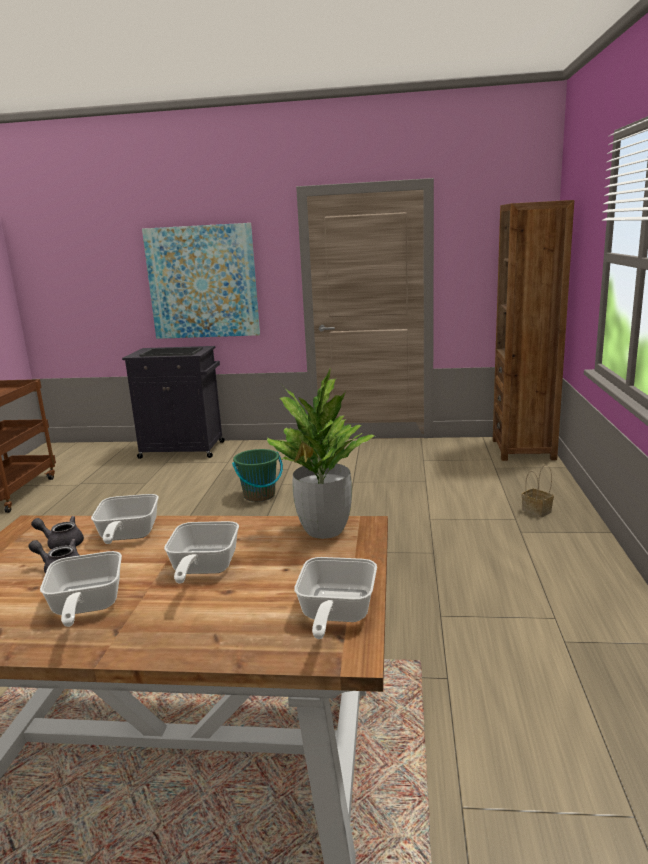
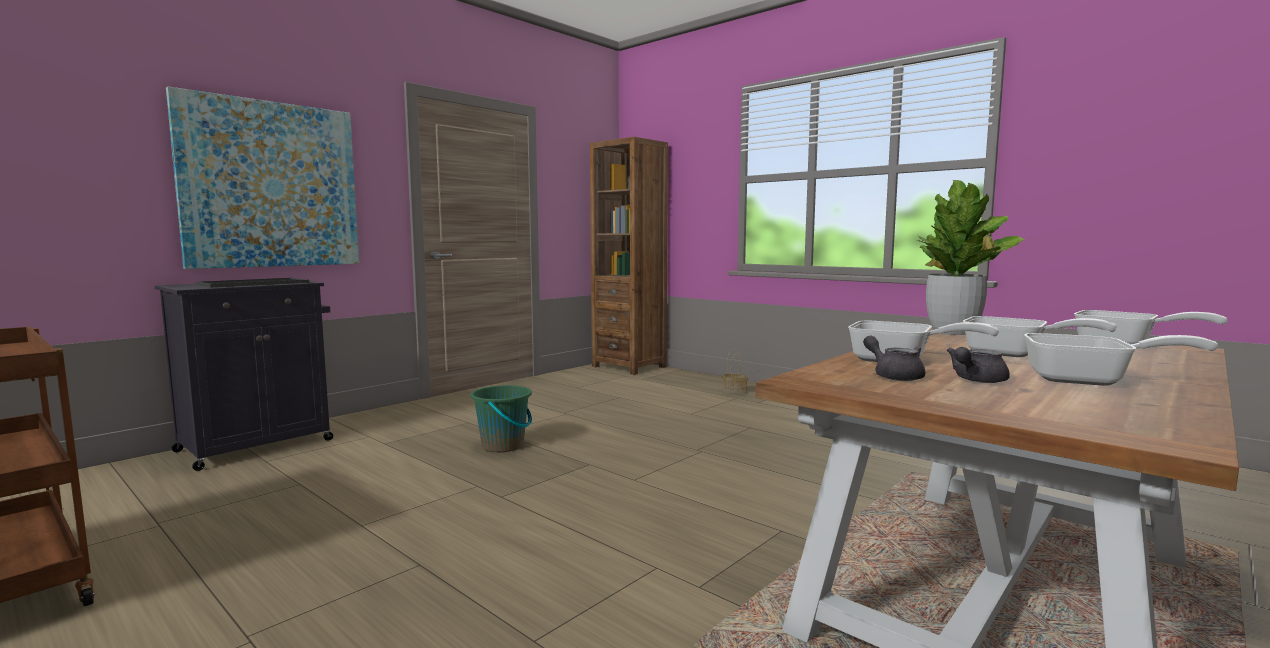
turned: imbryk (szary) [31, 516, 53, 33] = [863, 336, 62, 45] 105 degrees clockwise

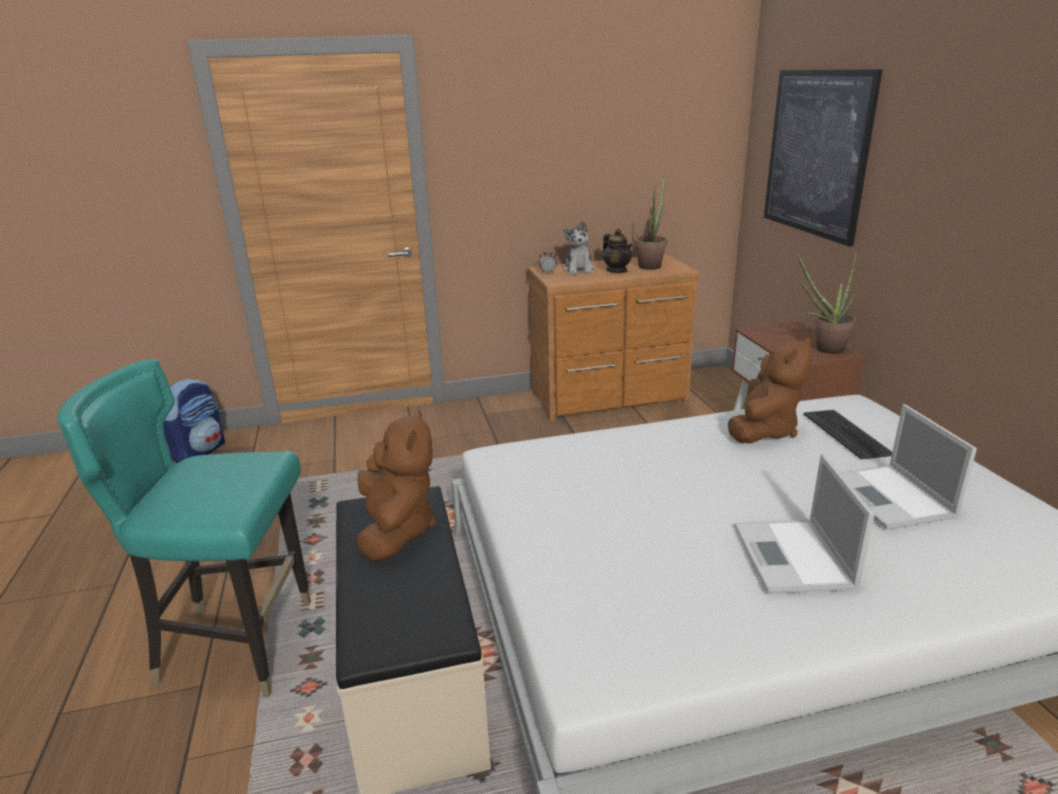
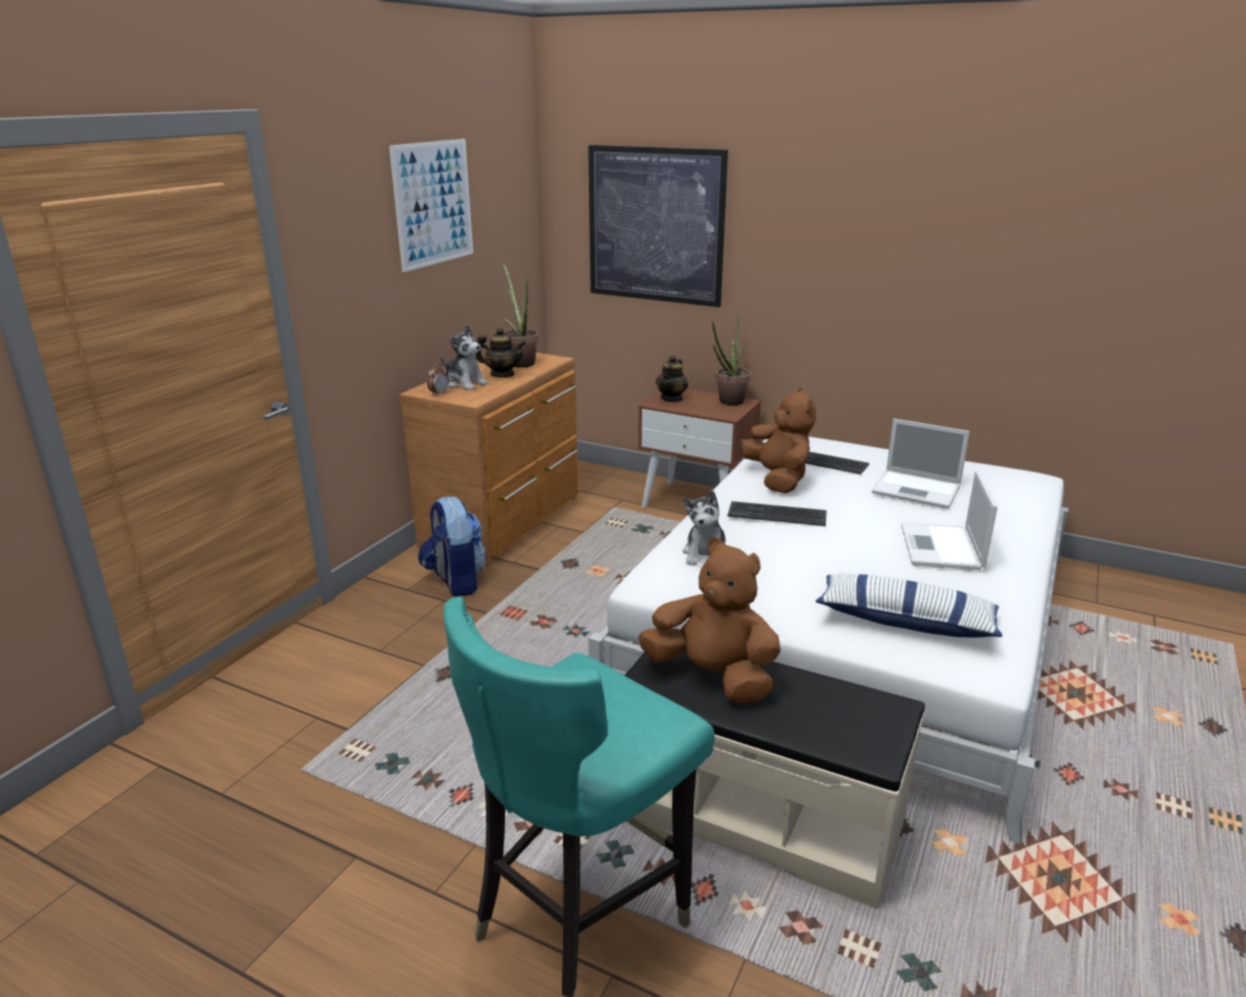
added: obraz [389, 139, 84, 133]; imbryk [656, 355, 32, 47]; pluszak [683, 490, 43, 75]; klawiatura [727, 501, 99, 25]; poduszka [815, 573, 187, 65]
moved: plecak [164, 378, 61, 85] to [418, 496, 68, 100]
turned: laptop [734, 454, 141, 140] = [901, 471, 97, 99] 60 degrees clockwise

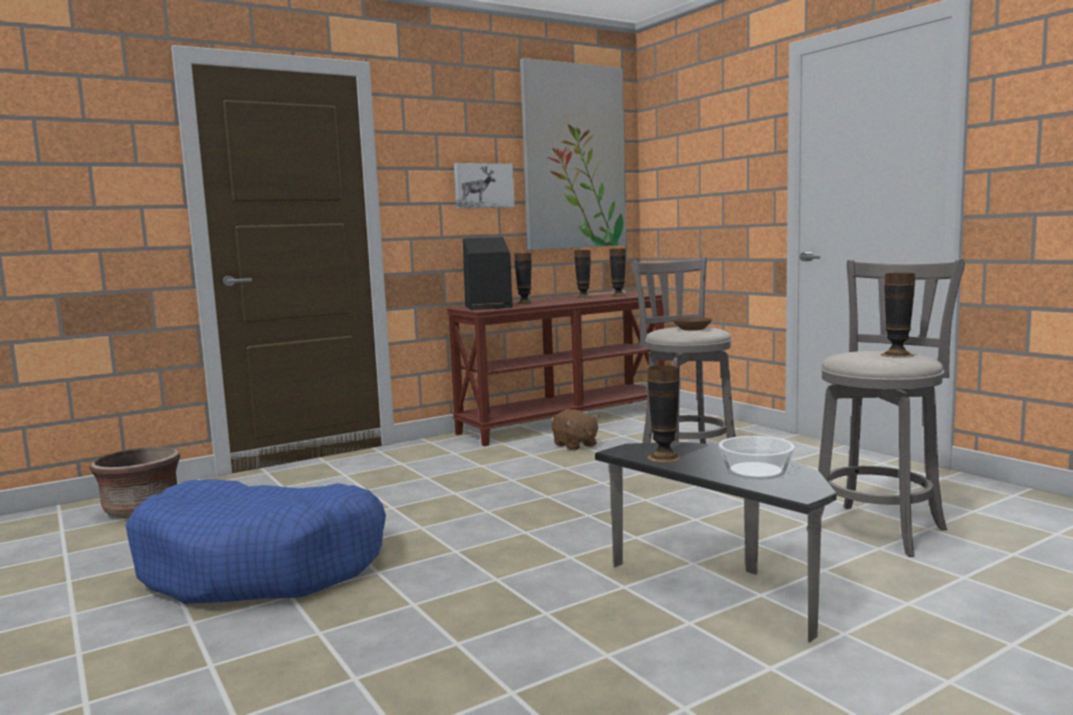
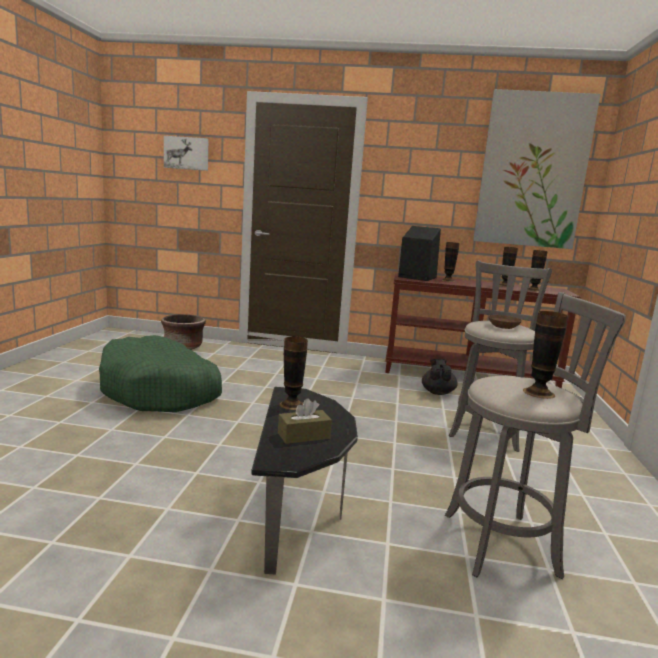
moved: obraz [454, 163, 61, 46] to [164, 136, 44, 35]
replaced: miska [718, 436, 77, 44] to pudełko chusteczek (brązowy) [278, 398, 54, 46]; pluszak (brązowy) [551, 409, 48, 41] to imbryk (czarny) [422, 359, 36, 36]
recoloured: legowisko (niebieski) [126, 479, 260, 125] to legowisko (zielony) [99, 335, 123, 77]

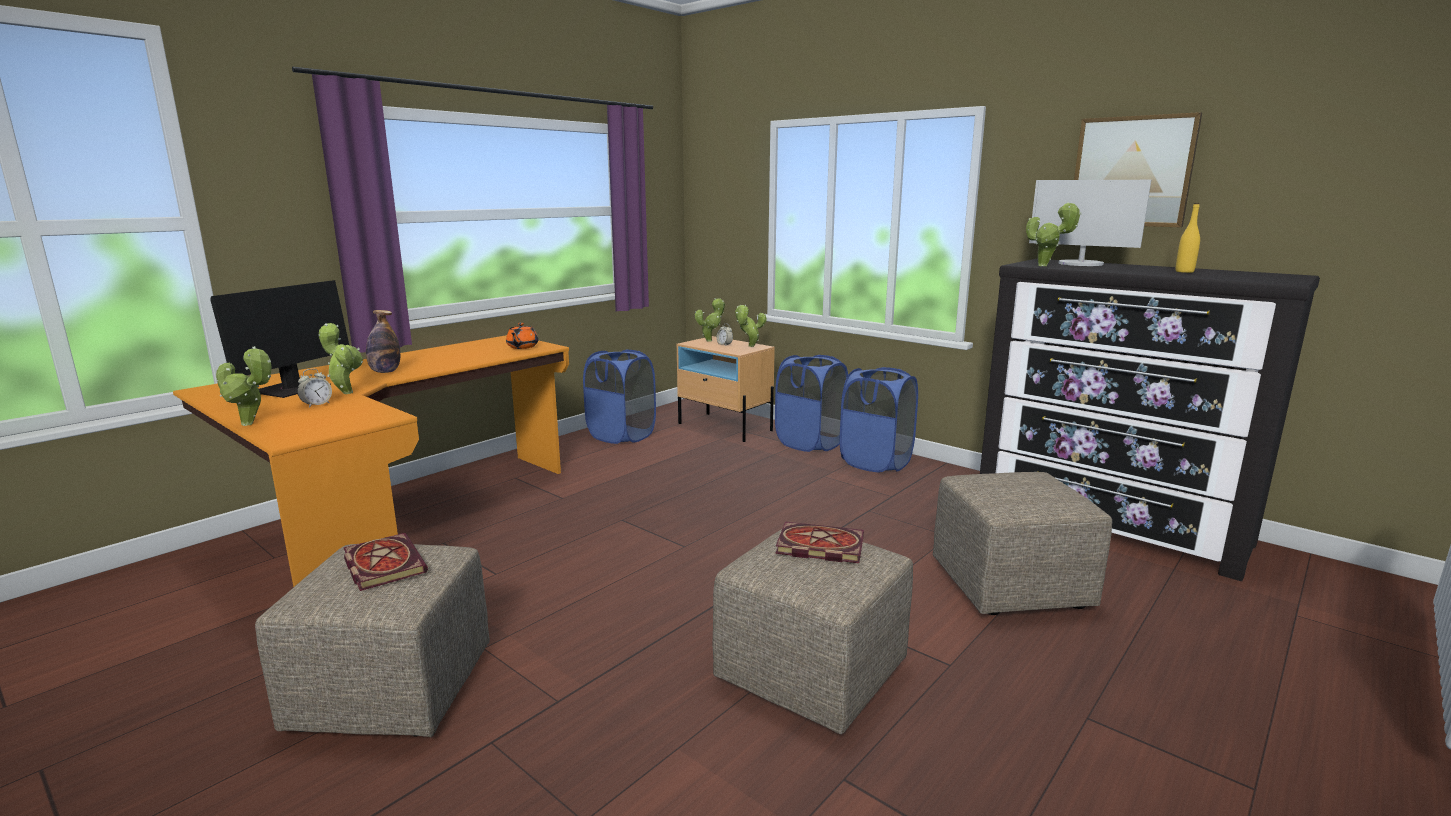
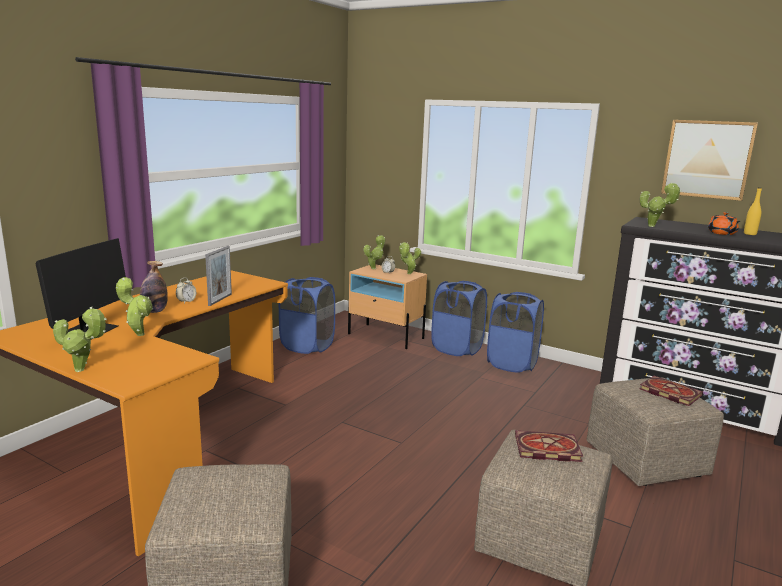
removed: monitor [1029, 180, 122, 86]
added: ramka na zdjęcie [205, 246, 27, 60]
moved: budzik [297, 369, 35, 39] to [176, 278, 20, 26]; książka [343, 533, 85, 58] to [639, 376, 64, 30]; imbryk (pomarańczowy) [506, 323, 32, 26] to [708, 212, 32, 23]

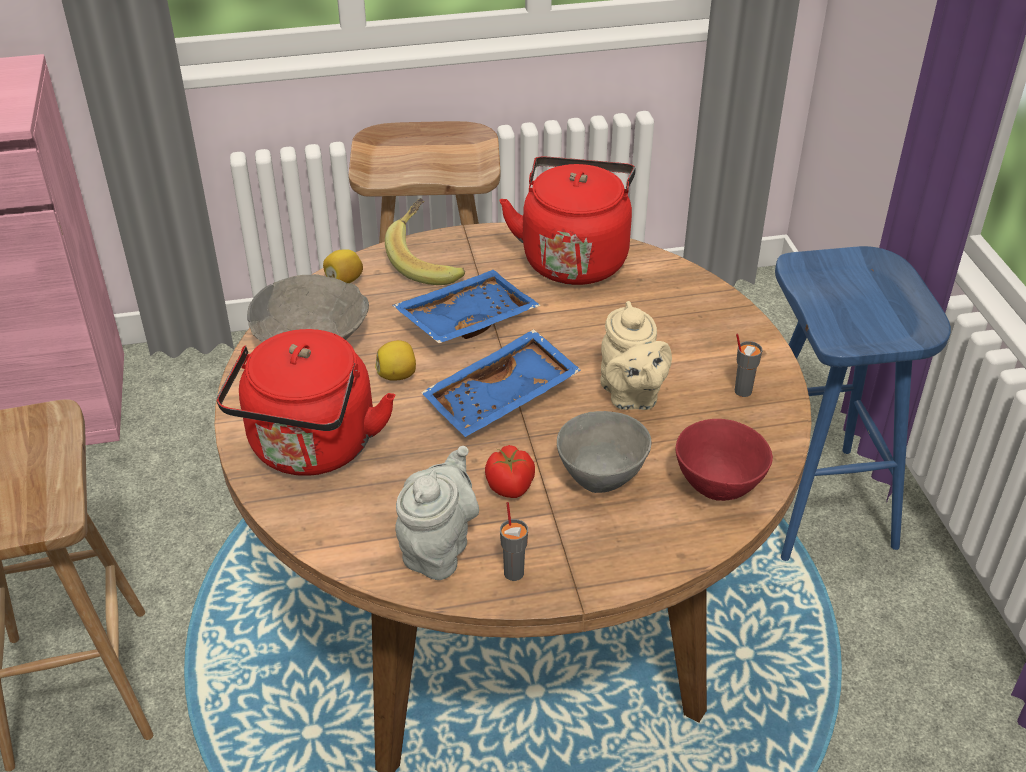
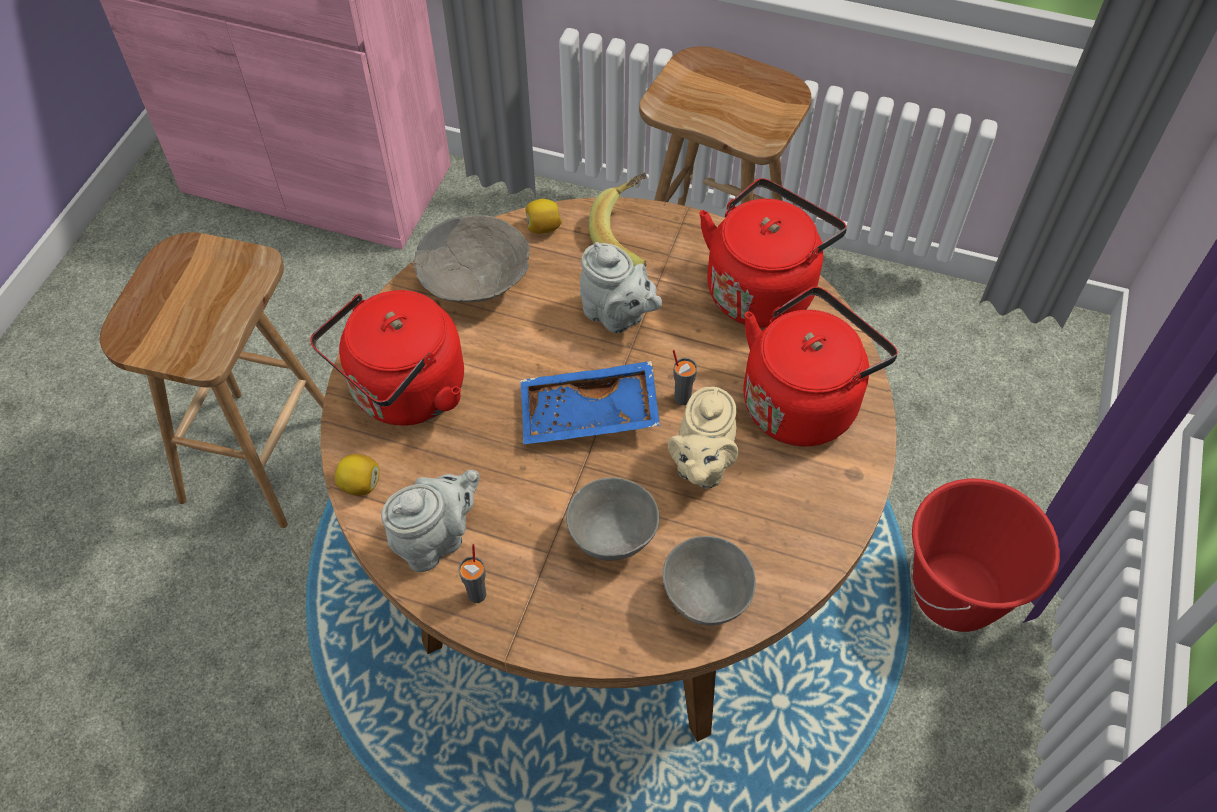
removed: pomidor [485, 445, 50, 53]
added: czajnik (czerwony) [743, 286, 155, 160]
moved: cytryna [375, 340, 41, 41] to [335, 454, 45, 42]; filiżanka (szary) [735, 333, 28, 64] to [673, 350, 24, 55]
replaced: taca (niebieski) [393, 270, 148, 73] to imbryk (szary) [580, 242, 82, 91]; stołek (niebieski) [775, 246, 176, 315] to wiadro (czerwony) [910, 478, 150, 154]
recoloured: miska (czerwony) [676, 419, 97, 82] to miska (szary) [663, 536, 93, 90]

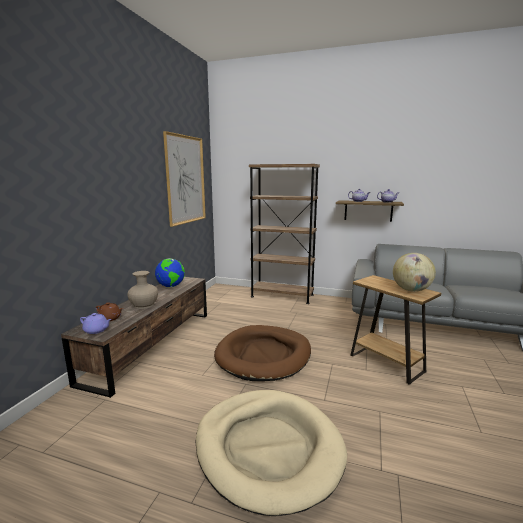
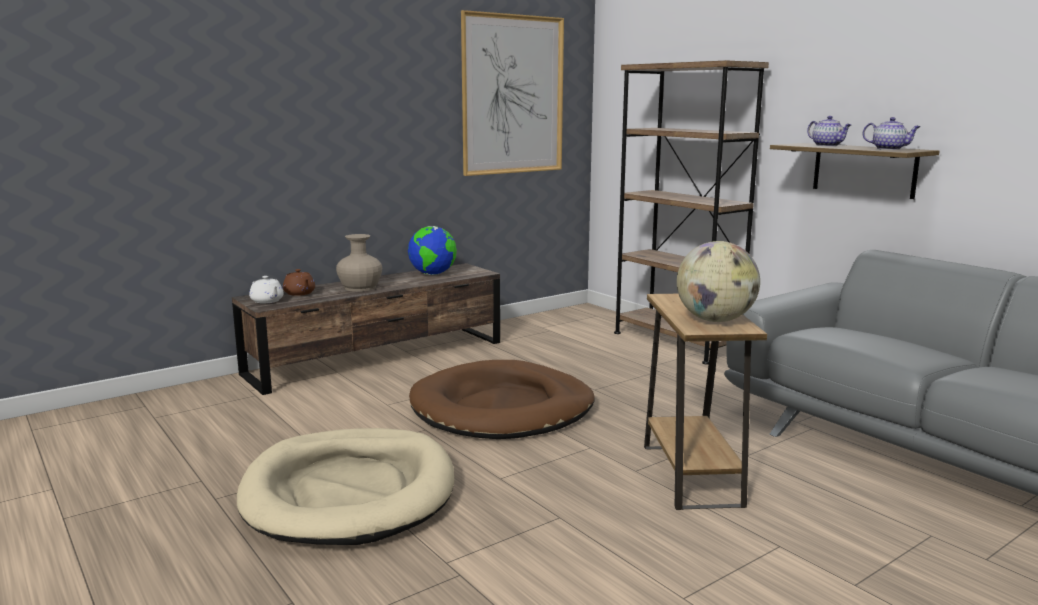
recoloured: imbryk (fioletowy) [80, 313, 32, 21] to imbryk (biały) [249, 276, 35, 27]

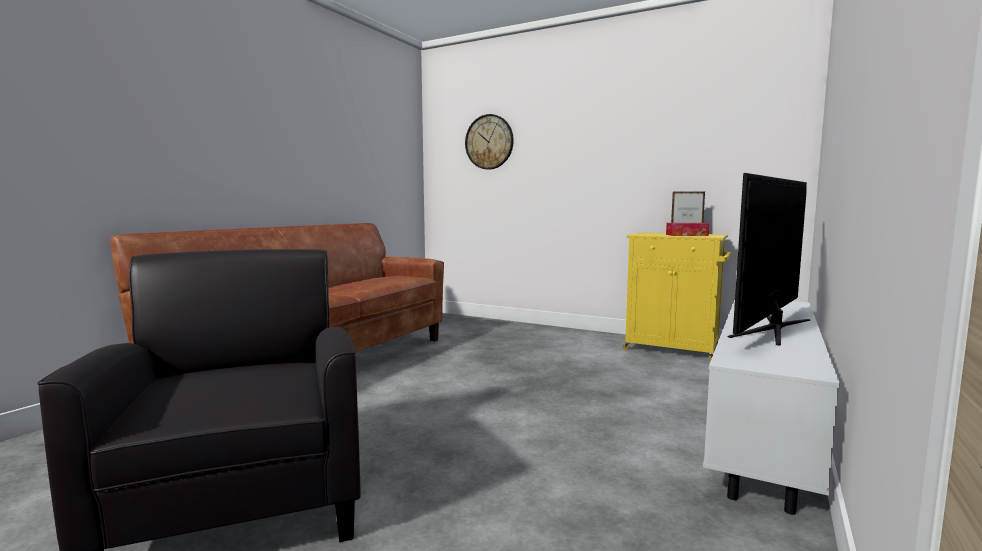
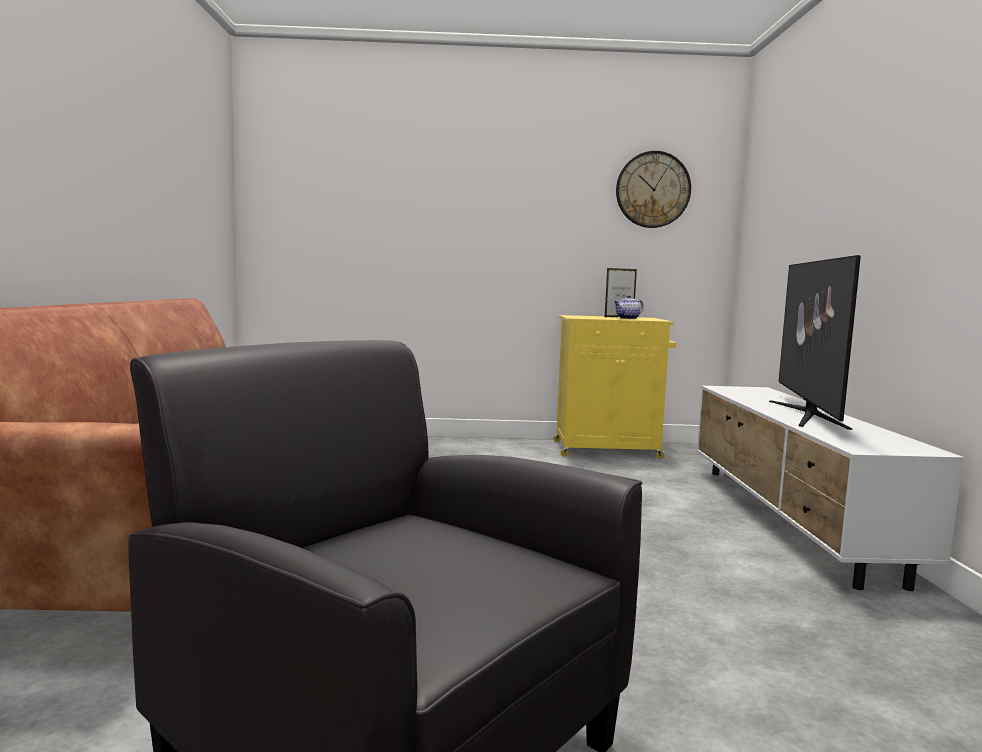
moved: zegar ścienny [465, 114, 49, 56] to [616, 151, 75, 77]
replaced: pudełko chusteczek [666, 223, 43, 13] to imbryk [614, 295, 30, 24]

